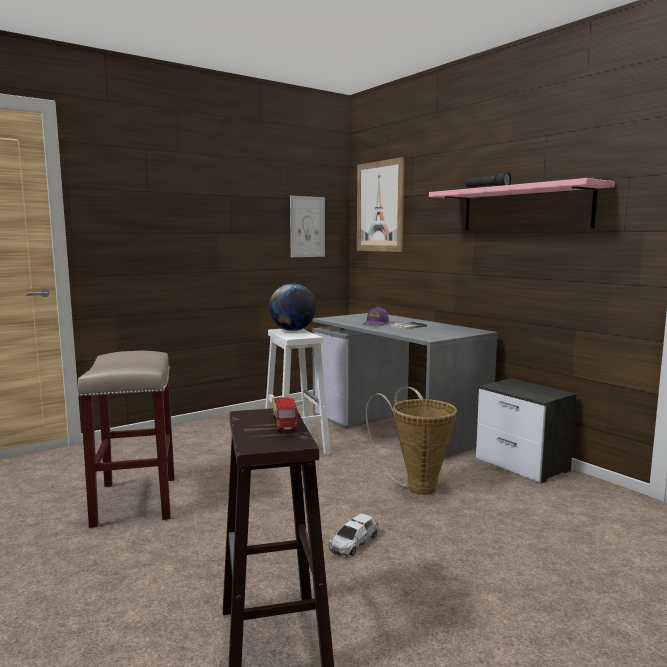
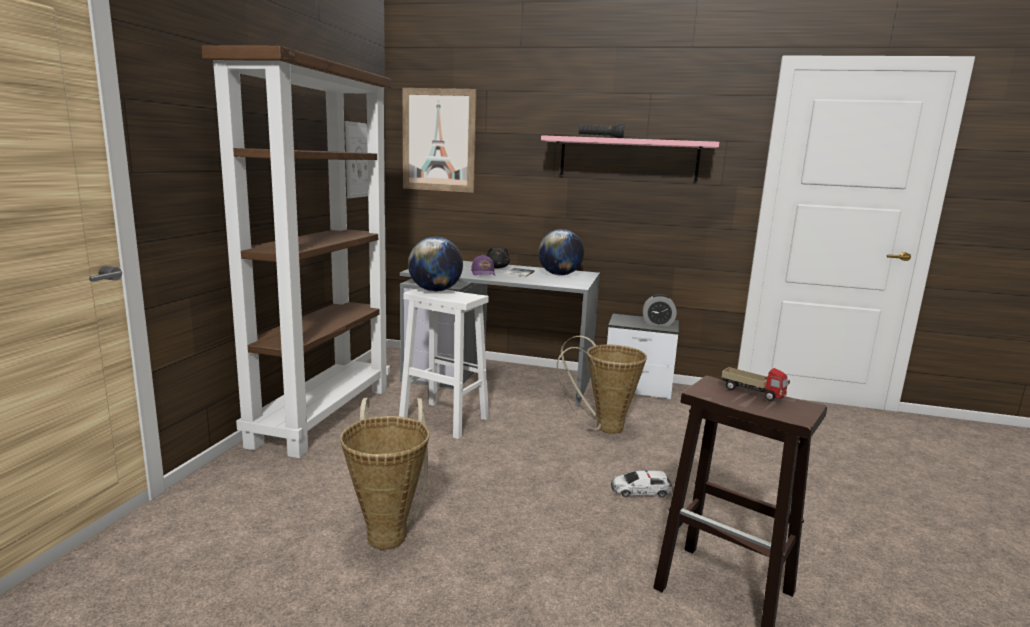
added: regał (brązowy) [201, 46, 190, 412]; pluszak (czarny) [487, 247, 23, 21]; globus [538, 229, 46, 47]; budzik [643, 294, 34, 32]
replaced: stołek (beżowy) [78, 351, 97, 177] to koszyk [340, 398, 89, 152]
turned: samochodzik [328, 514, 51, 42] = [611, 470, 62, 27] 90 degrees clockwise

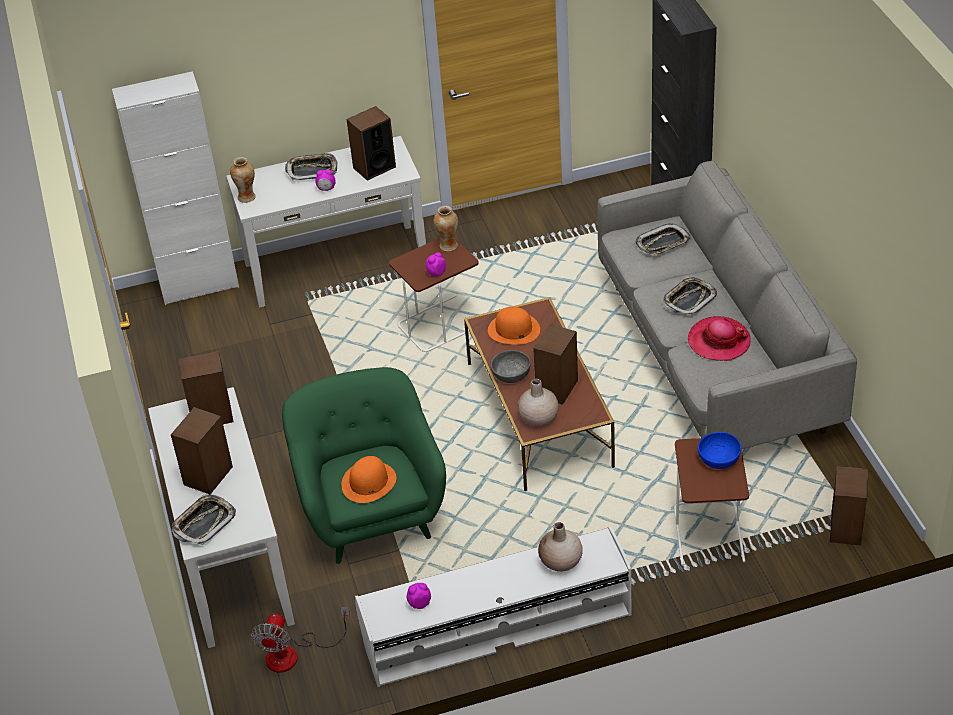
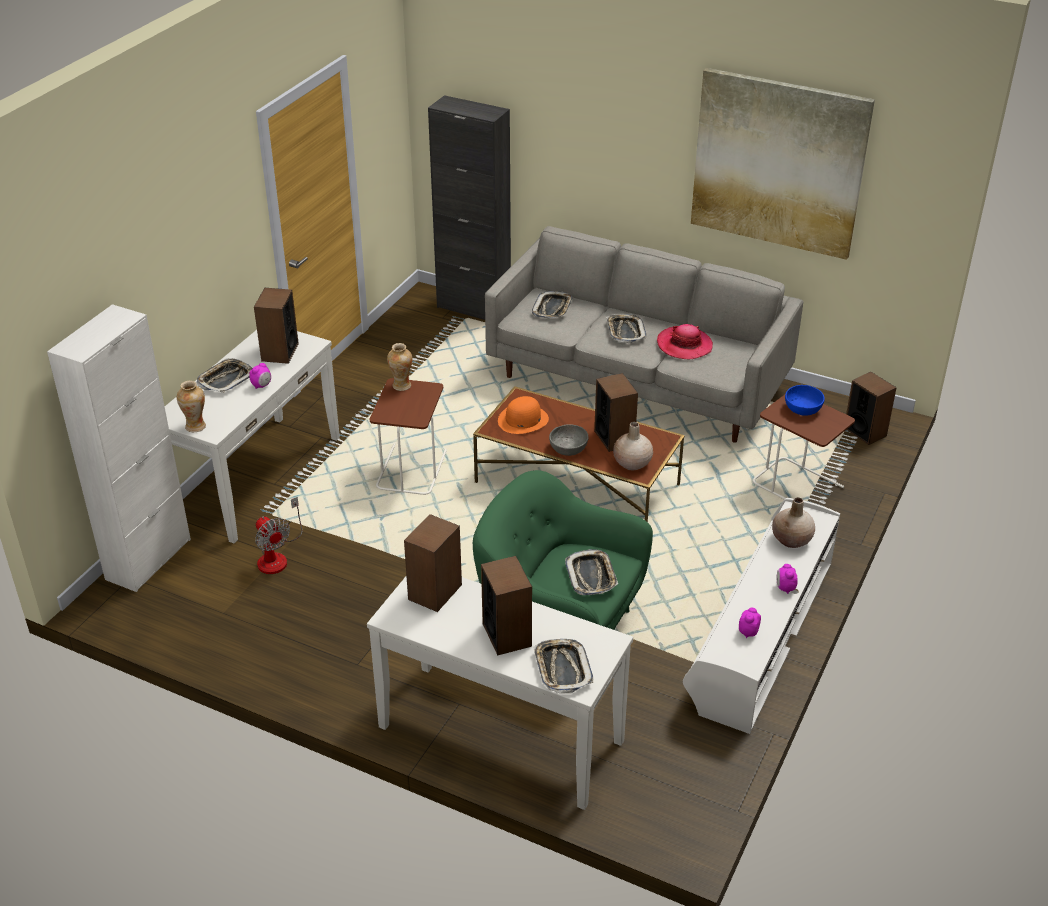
added: obraz [691, 68, 184, 192]
moved: wentylator [251, 607, 99, 66] to [255, 497, 47, 77]; budzik [426, 252, 20, 25] to [777, 564, 21, 30]
replaced: kapelusz (pomarańczowy) [341, 456, 55, 47] to taca [565, 549, 53, 46]

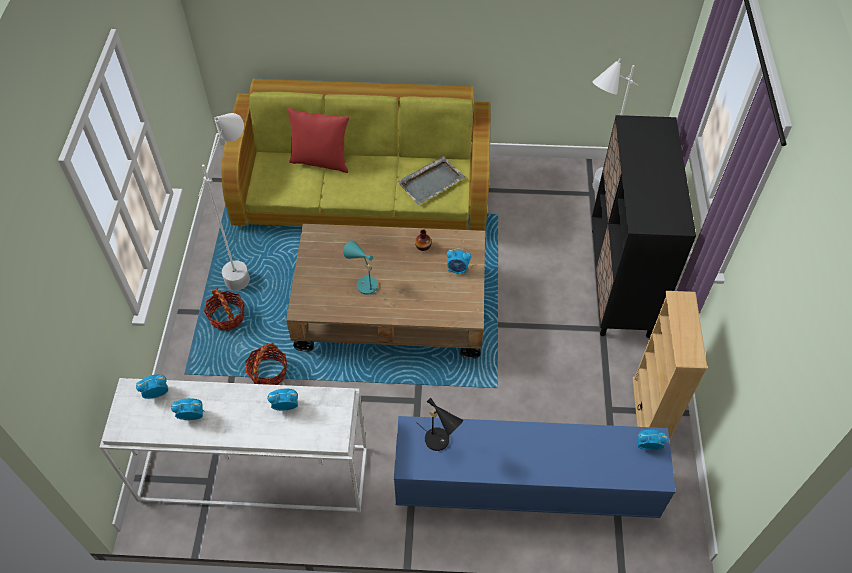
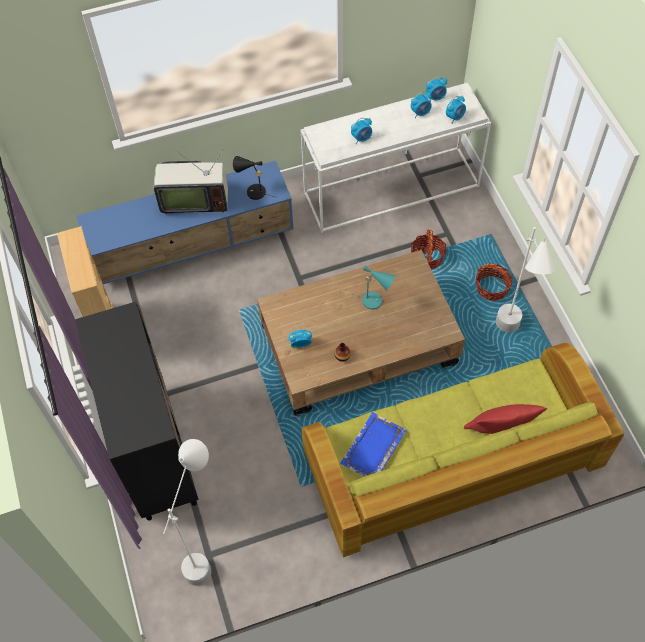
added: telewizor [154, 150, 74, 64]
moved: budzik [637, 430, 31, 20] to [426, 77, 21, 24]
recoloured: taca (szary) [397, 156, 68, 49] to taca (niebieski) [340, 412, 66, 65]

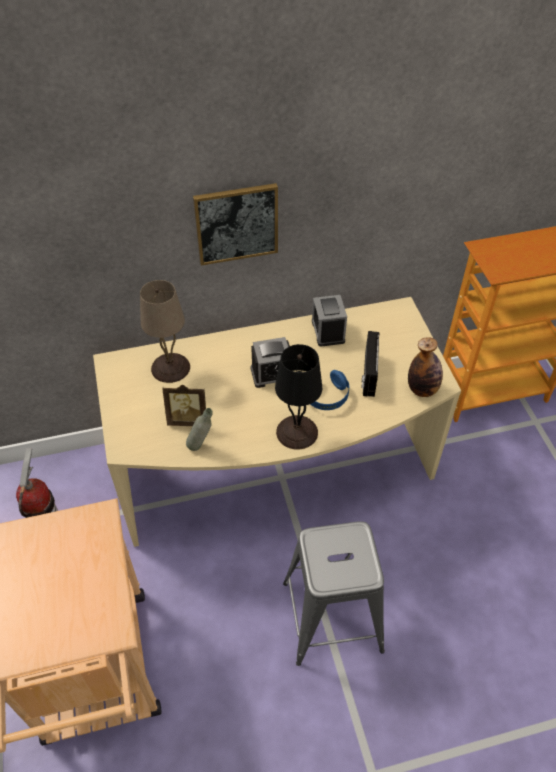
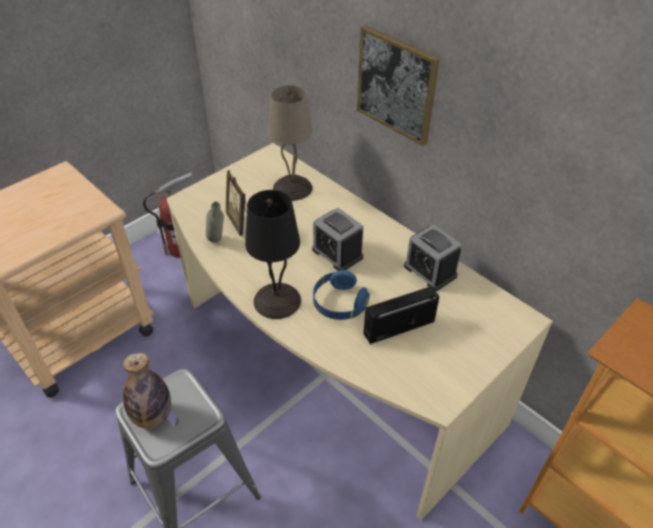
moved: butelka [408, 337, 35, 60] to [123, 353, 48, 75]
turned: budzik [312, 295, 35, 52] = [404, 224, 58, 67] 90 degrees counterclockwise

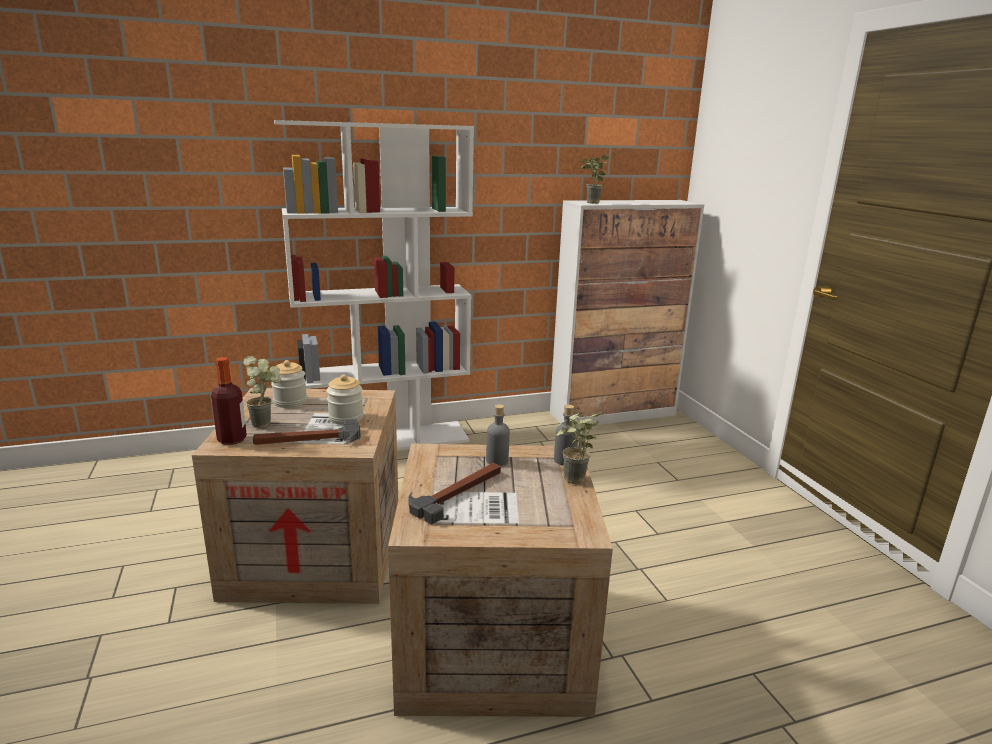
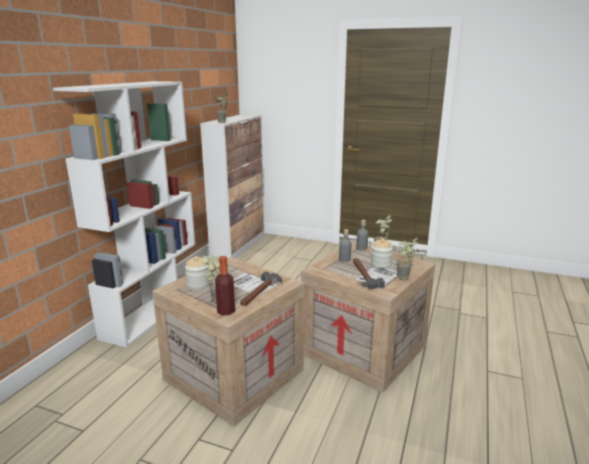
added: roślina doniczkowa [397, 237, 21, 43]
moved: słoik [327, 374, 36, 51] to [371, 238, 22, 31]

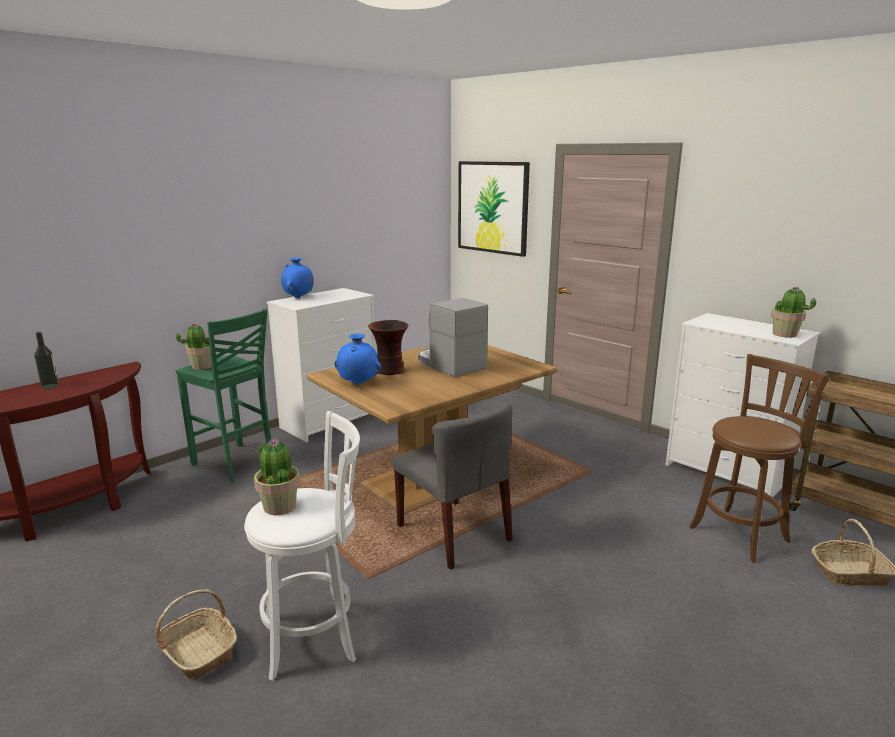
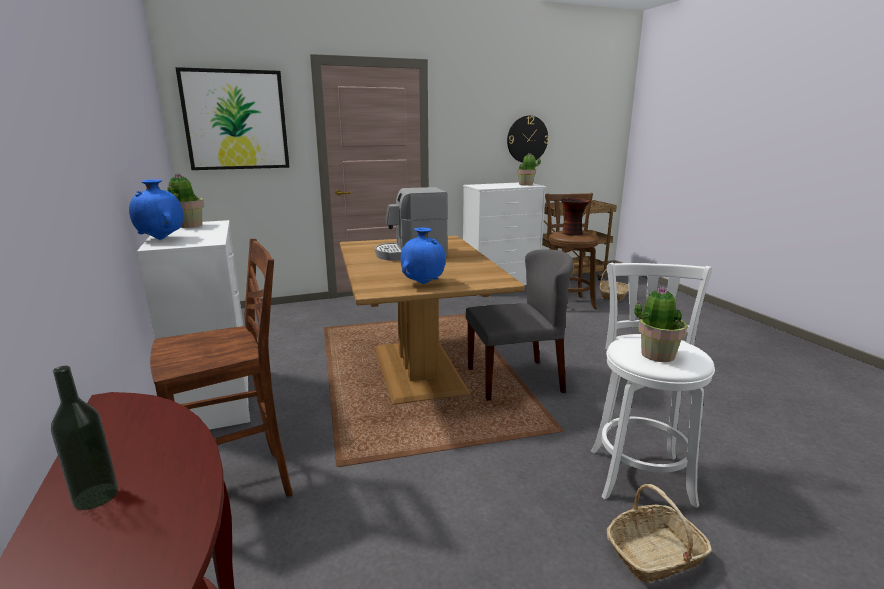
added: zegar ścienny [507, 116, 42, 47]
moved: roślina doniczkowa [176, 323, 35, 47] to [167, 173, 37, 55]; wazon [368, 320, 40, 55] to [561, 198, 29, 38]
recoloured: stołek (zielony) [176, 309, 96, 173] to stołek (brązowy) [150, 238, 143, 259]

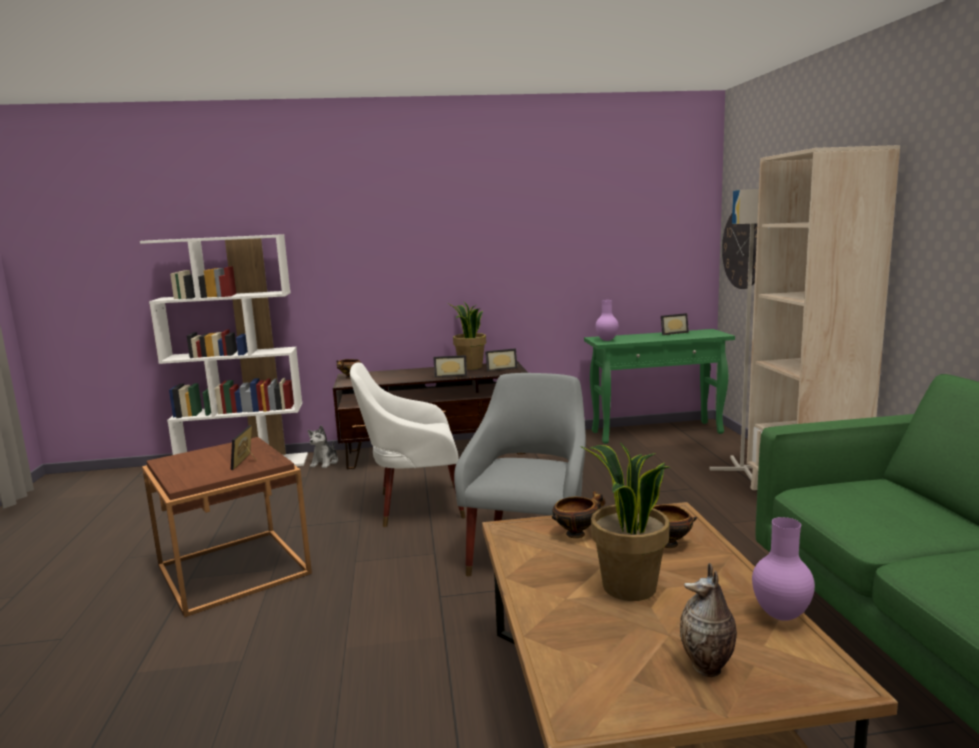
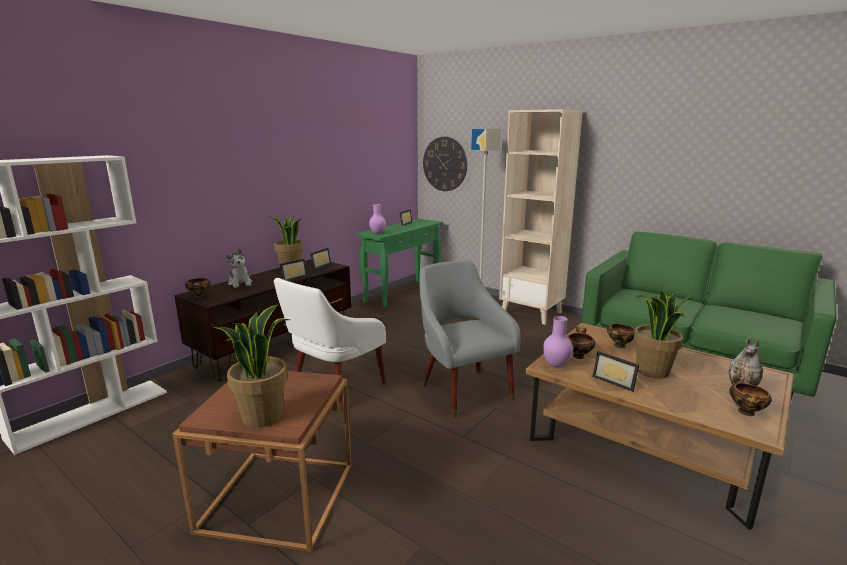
added: roślina doniczkowa [213, 305, 77, 123]; miska [729, 383, 43, 33]
moved: pluszak [308, 425, 30, 43] to [225, 248, 27, 40]; wazon (fioletowy) [752, 517, 63, 104] to [543, 316, 30, 52]; ramka na zdjęcie [231, 425, 24, 45] to [592, 351, 47, 41]

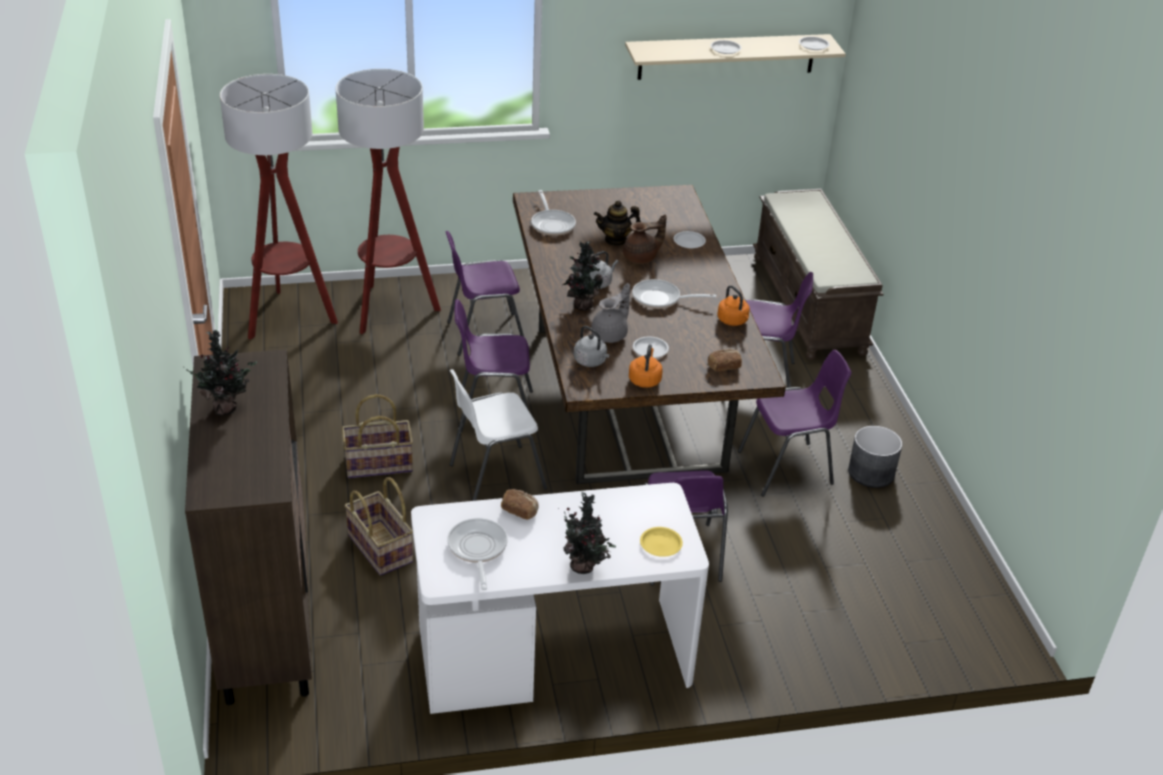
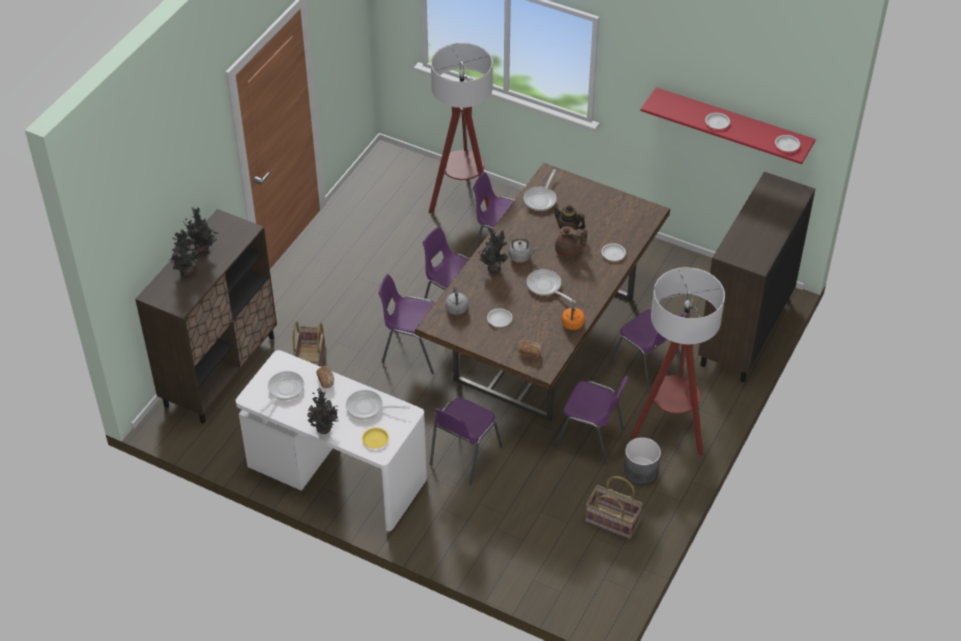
removed: imbryk (szary) [591, 283, 39, 60]; czajnik (pomarańczowy) [629, 344, 34, 44]
added: roślina doniczkowa [170, 229, 29, 48]; patelnia [346, 390, 64, 30]
moved: koszyk [342, 394, 71, 84] to [585, 476, 58, 63]; lampa stojąca [220, 74, 118, 266] to [630, 267, 95, 189]
replaced: ławka (brązowy) [753, 189, 131, 171] to szafka (brązowy) [698, 172, 117, 210]
recoloured: krzesło (biały) [449, 369, 98, 132] to krzesło (fioletowy) [378, 274, 57, 100]; półka (beżowy) [625, 34, 221, 46] to półka (czerwony) [640, 87, 176, 77]

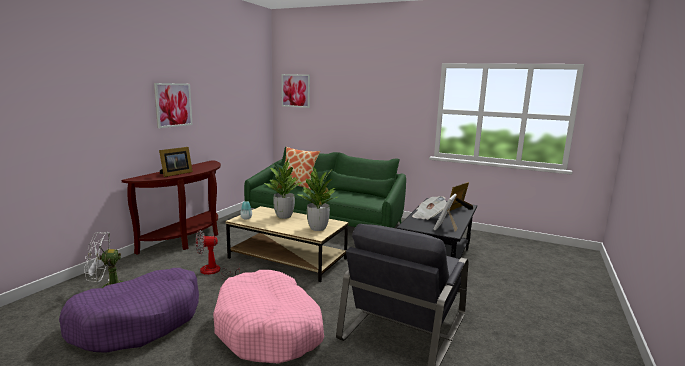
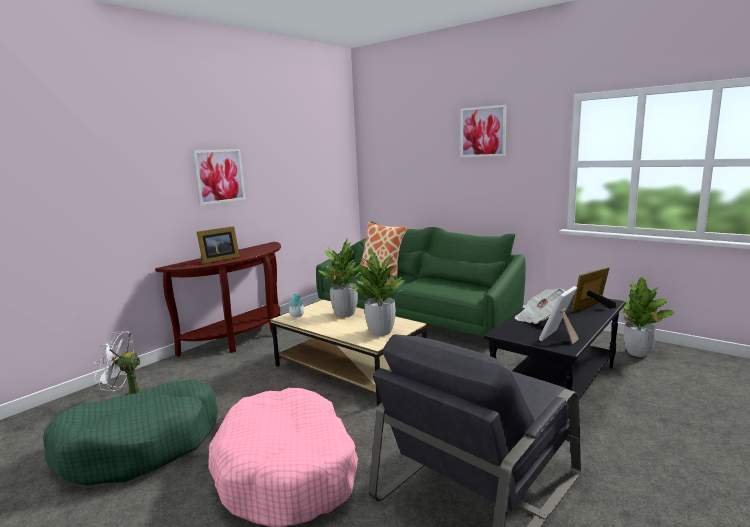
removed: wentylator [196, 230, 44, 52]
added: roślina doniczkowa [620, 277, 55, 80]
moved: obraz [281, 74, 29, 34] to [461, 105, 46, 52]
recoloured: legowisko (fioletowy) [59, 268, 140, 85] to legowisko (zielony) [43, 380, 175, 105]

